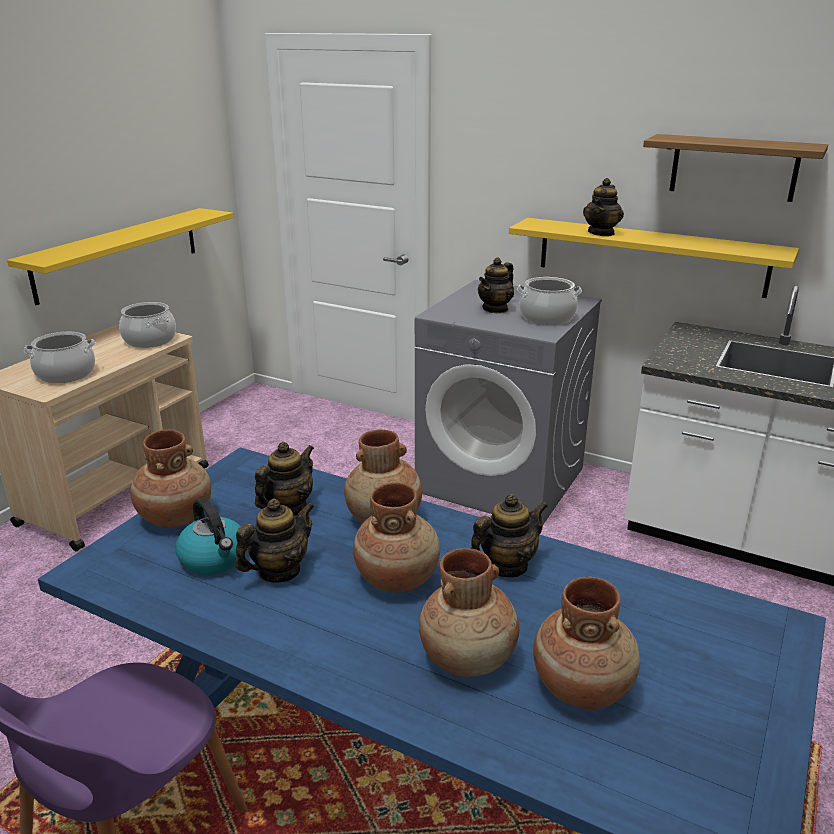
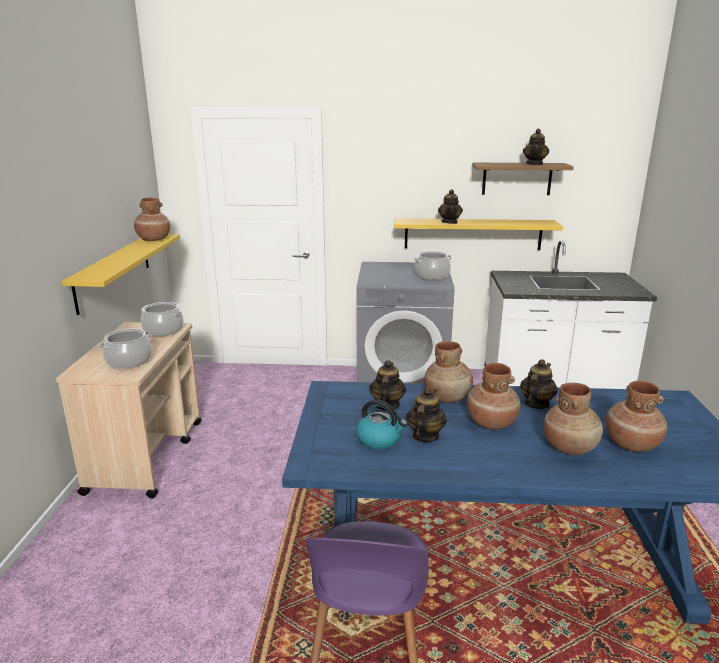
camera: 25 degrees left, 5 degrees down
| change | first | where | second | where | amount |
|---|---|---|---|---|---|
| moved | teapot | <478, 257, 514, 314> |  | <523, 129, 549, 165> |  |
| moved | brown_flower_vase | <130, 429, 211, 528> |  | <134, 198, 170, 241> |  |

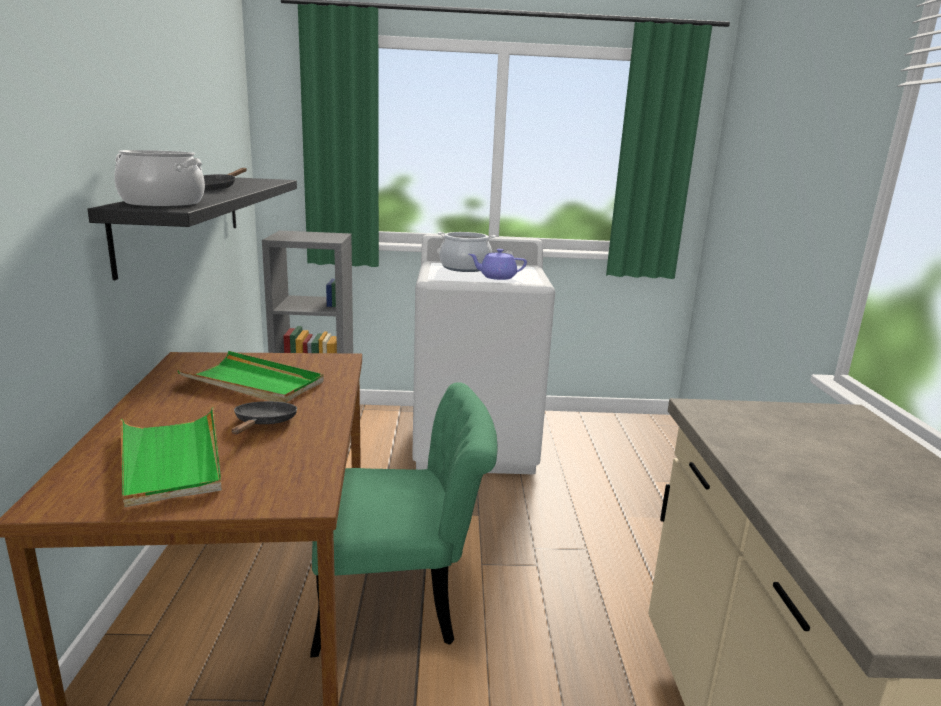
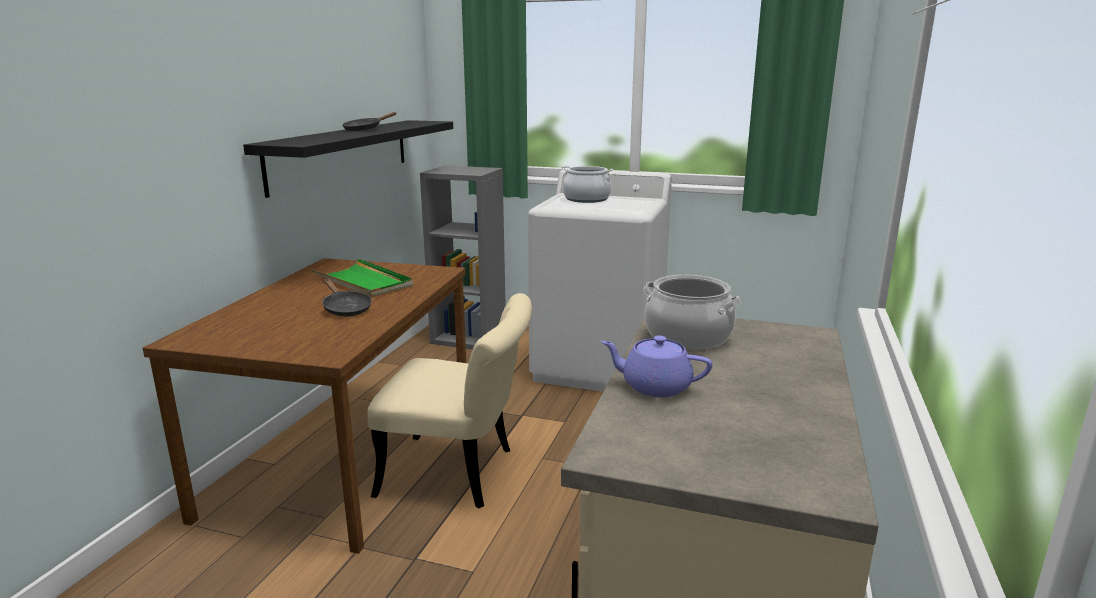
camera: 20 degrees right, 0 degrees up
| change | first | where | second | where | amount |
|---|---|---|---|---|---|
| moved | cooking_pot | <114, 150, 205, 207> |  | <644, 275, 741, 350> |  |
| moved | purple-coloured_teapot | <469, 249, 527, 280> |  | <601, 336, 712, 397> |  |
| recoloured | greenish_upright_chair | <310, 382, 498, 658> | sand-coloured_upright_chair | <367, 293, 532, 509> |  |
| turned | black-coloured_skillet | <232, 401, 297, 434> |  | <323, 279, 372, 316> | 120 degrees clockwise |
| removed | greenish_carrying_tray | <121, 407, 222, 507> |  |  |  |

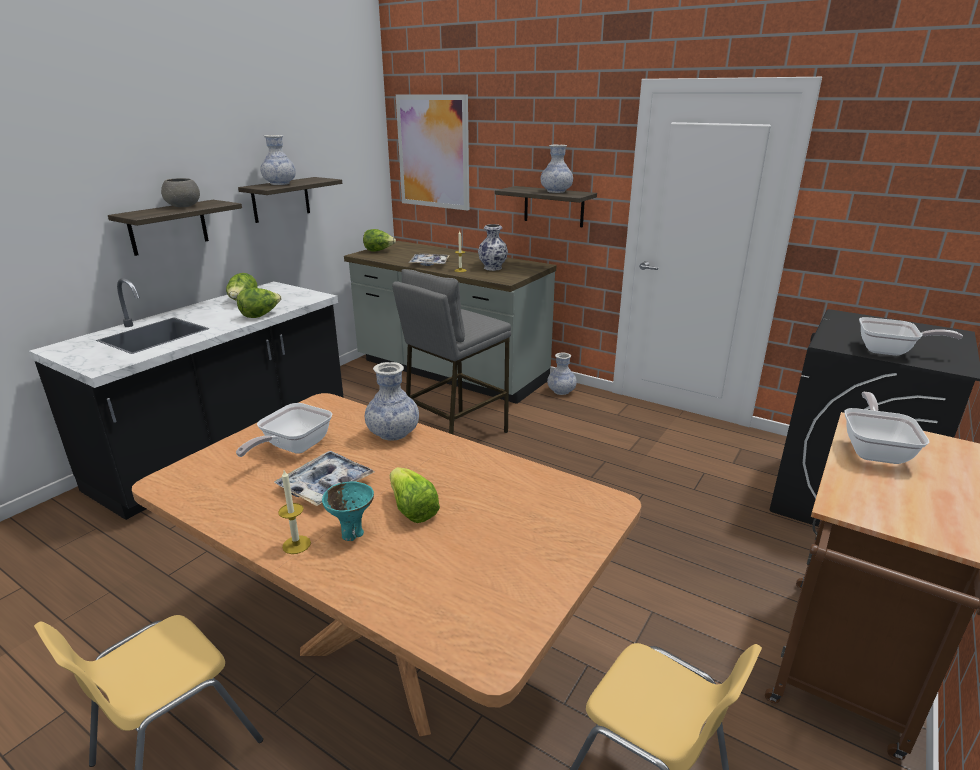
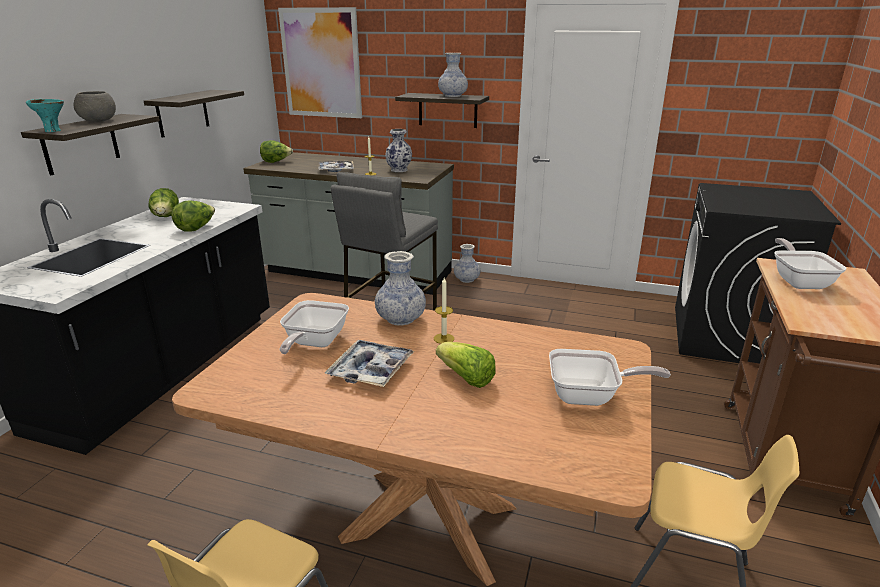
camera: 15 degrees left, 0 degrees up
| change | first | where | second | where | amount |
|---|---|---|---|---|---|
| removed | flower_vase | <260, 135, 296, 185> |  |  |  |
| moved | skillet | <859, 317, 963, 356> |  | <549, 349, 671, 406> |  |
| moved | wax_candle | <278, 470, 311, 554> |  | <434, 278, 454, 344> |  |
| moved | blue-green_deep_dish | <322, 481, 374, 541> |  | <26, 99, 64, 132> |  |

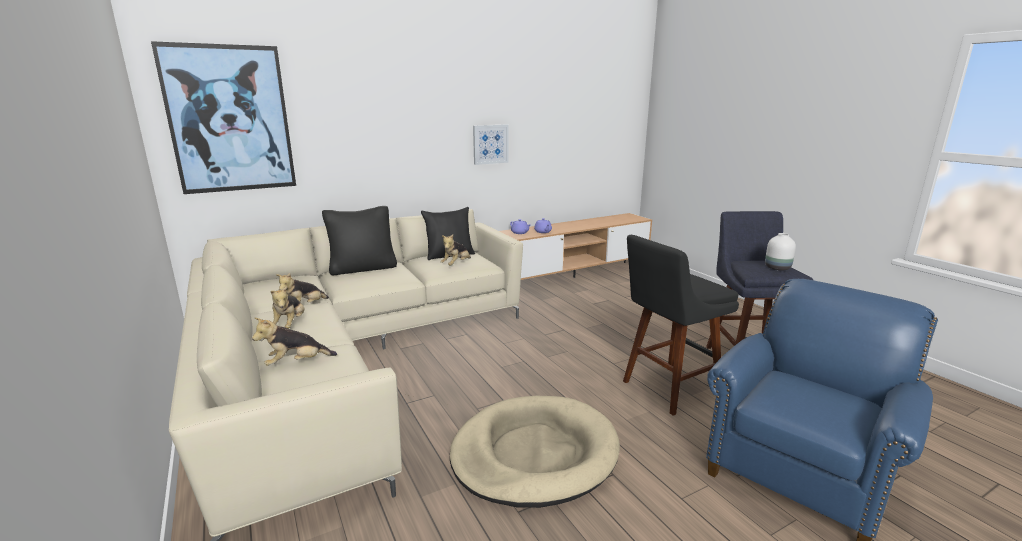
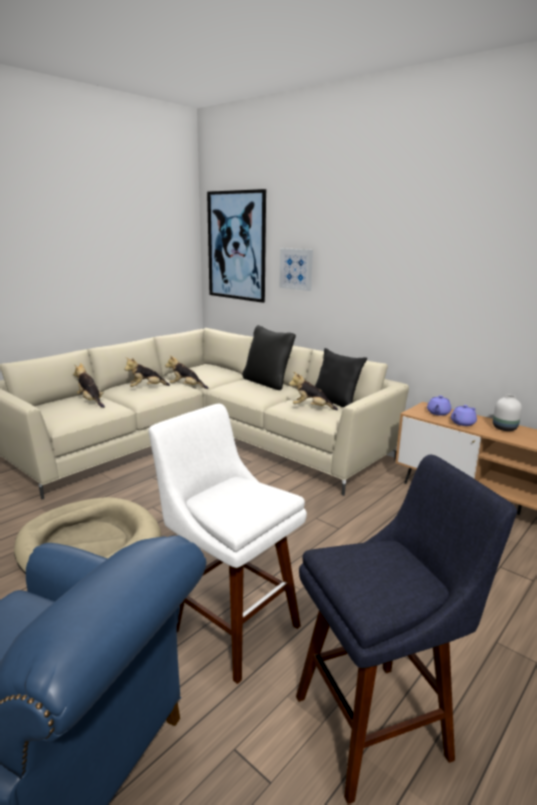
camera: 70 degrees right, 0 degrees up
| change | first | where | second | where | amount |
|---|---|---|---|---|---|
| moved | wall_art | <473, 125, 508, 165> |  | <279, 248, 313, 291> |  |
| moved | white-coloured_flower_vase | <765, 233, 796, 270> |  | <493, 395, 522, 431> |  |
| recoloured | black-coloured_sitting_stool | <623, 235, 739, 416> | white-coloured_sitting_stool | <149, 404, 307, 684> |  |

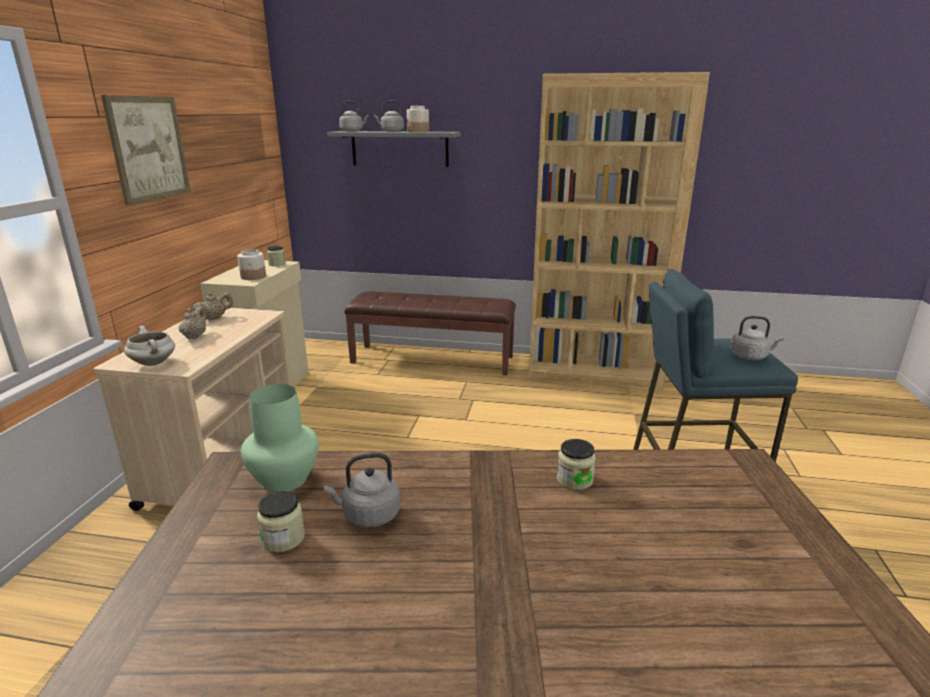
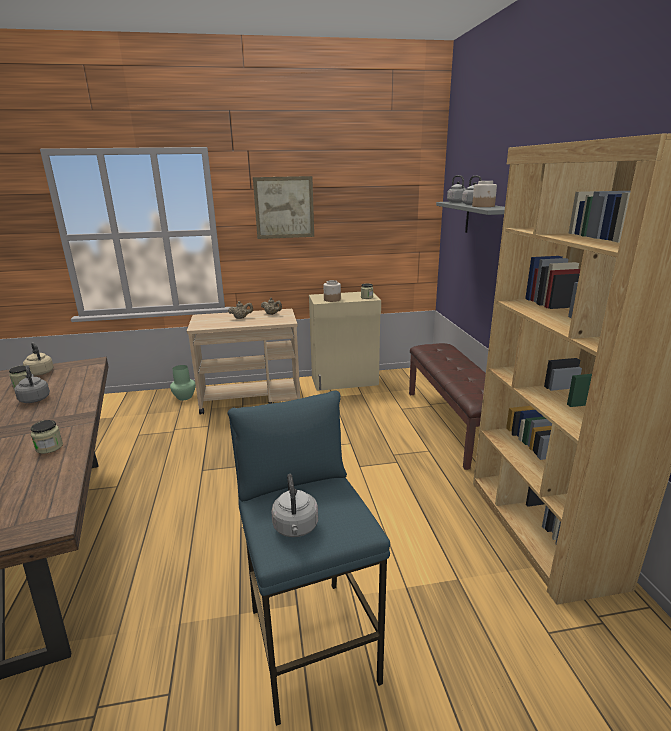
camera: 70 degrees right, 0 degrees up
| change | first | where | second | where | amount |
|---|---|---|---|---|---|
| removed | white-coloured_cooking_pot | <124, 326, 175, 366> |  |  |  |
| moved | greenish_flower_vase | <241, 384, 319, 492> |  | <170, 365, 196, 400> |  |
| added |  |  | sand-coloured_tea_kettle | <23, 343, 54, 376> |  |

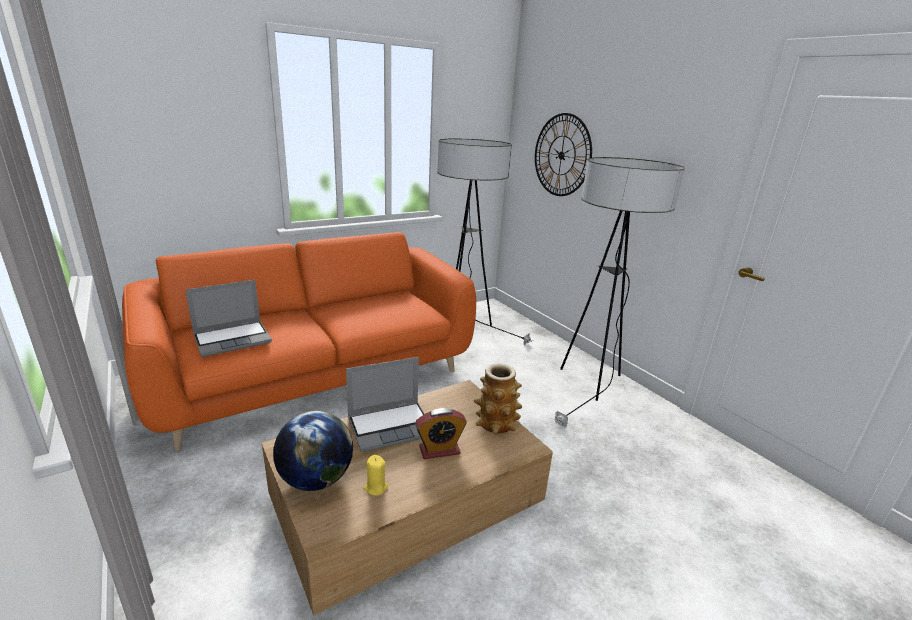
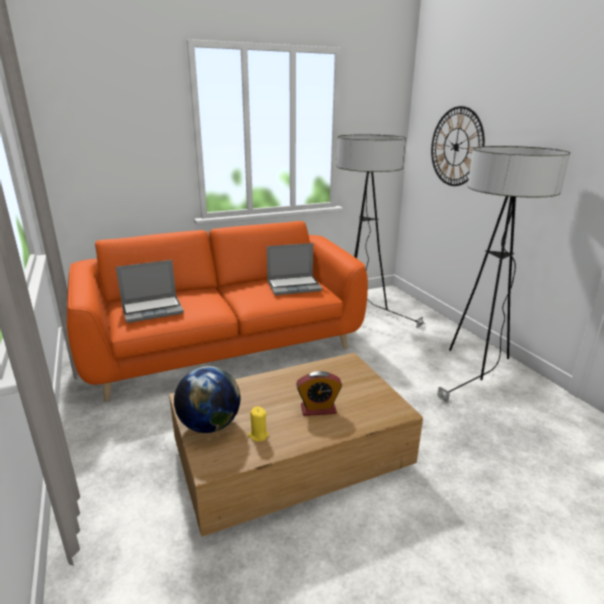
camera: 10 degrees right, 0 degrees up
| change | first | where | second | where | amount |
|---|---|---|---|---|---|
| moved | notebook_computer | <346, 357, 425, 452> |  | <267, 243, 322, 295> |  |
| removed | flower_vase | <474, 364, 522, 435> |  |  |  |

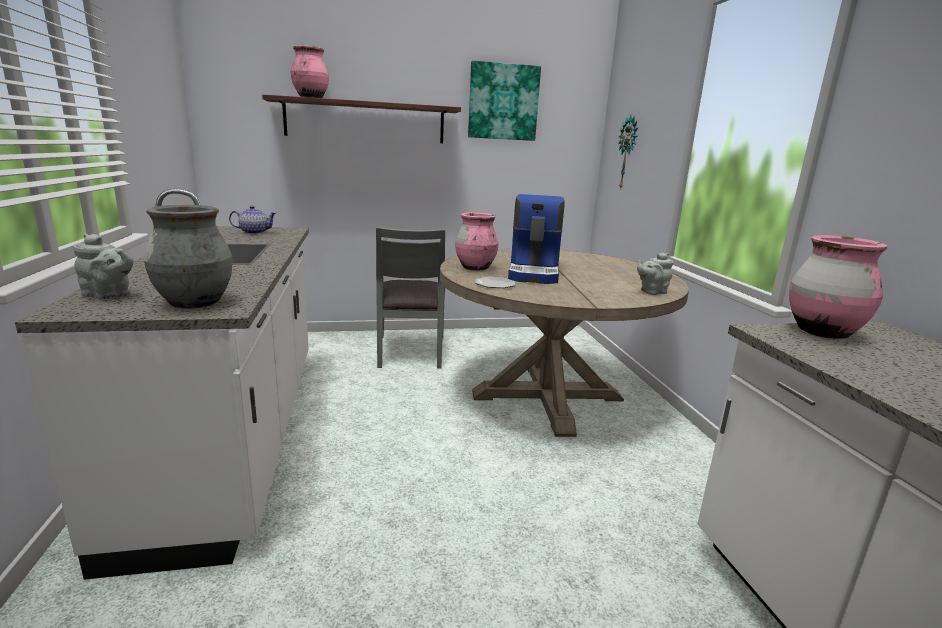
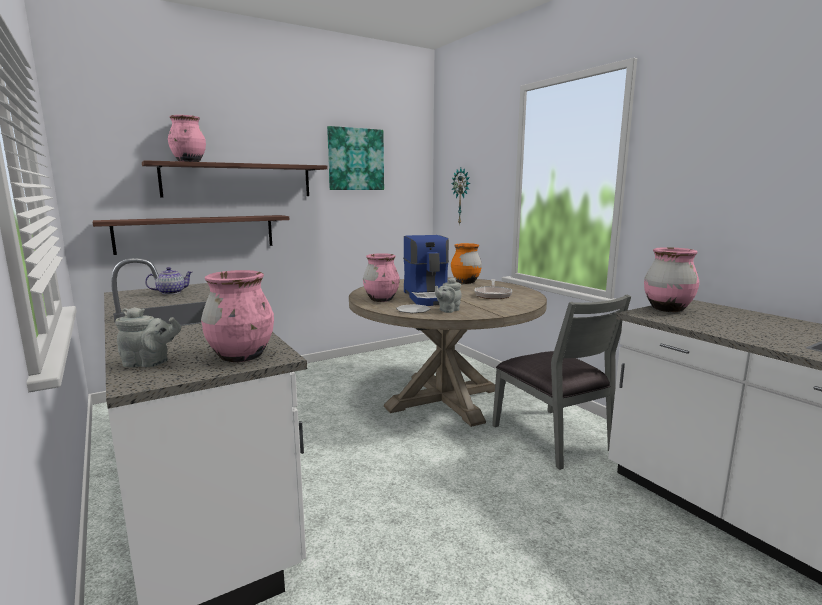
camera: 20 degrees left, 5 degrees down
| change | first | where | second | where | amount |
|---|---|---|---|---|---|
| recoloured | gray_flower_vase | <144, 205, 233, 309> | pinkish_flower_vase | <201, 270, 274, 362> |  |
| moved | gray_upright_chair | <376, 226, 445, 368> |  | <492, 295, 631, 470> |  |
| moved | gray_teapot | <637, 253, 674, 295> |  | <435, 278, 462, 313> |  |
| added |  |  | shelf | <92, 215, 289, 255> |  |
| added |  |  | orange-coloured_flower_vase | <451, 243, 482, 284> |  |
| added |  |  | skillet | <475, 279, 512, 299> |  |

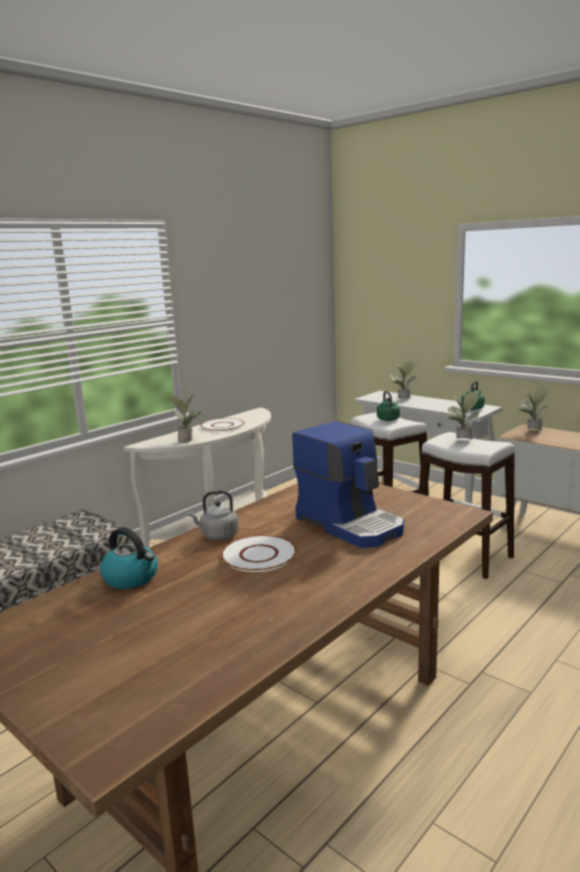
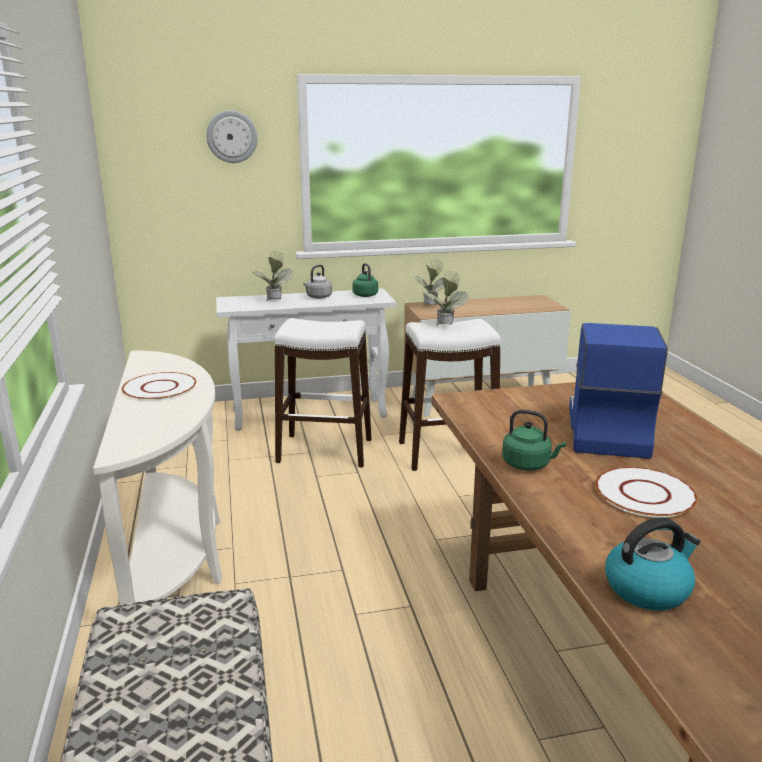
camera: 55 degrees left, 5 degrees up
| change | first | where | second | where | amount |
|---|---|---|---|---|---|
| moved | greenish_tea_kettle | <377, 391, 400, 421> |  | <502, 409, 566, 471> |  |
| removed | houseplant | <170, 395, 201, 443> |  |  |  |
| turned | coffee_machine | <292, 421, 404, 548> |  | <569, 323, 668, 459> | 75 degrees counterclockwise |
| moved | gray_tea_kettle | <189, 491, 239, 540> |  | <303, 265, 332, 299> |  |
| added |  |  | clock_on_the_wall | <206, 110, 258, 163> |  |

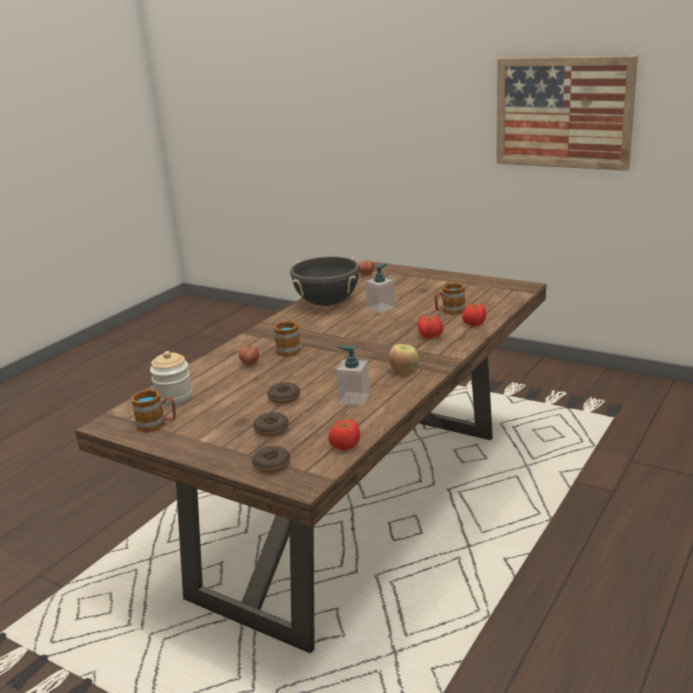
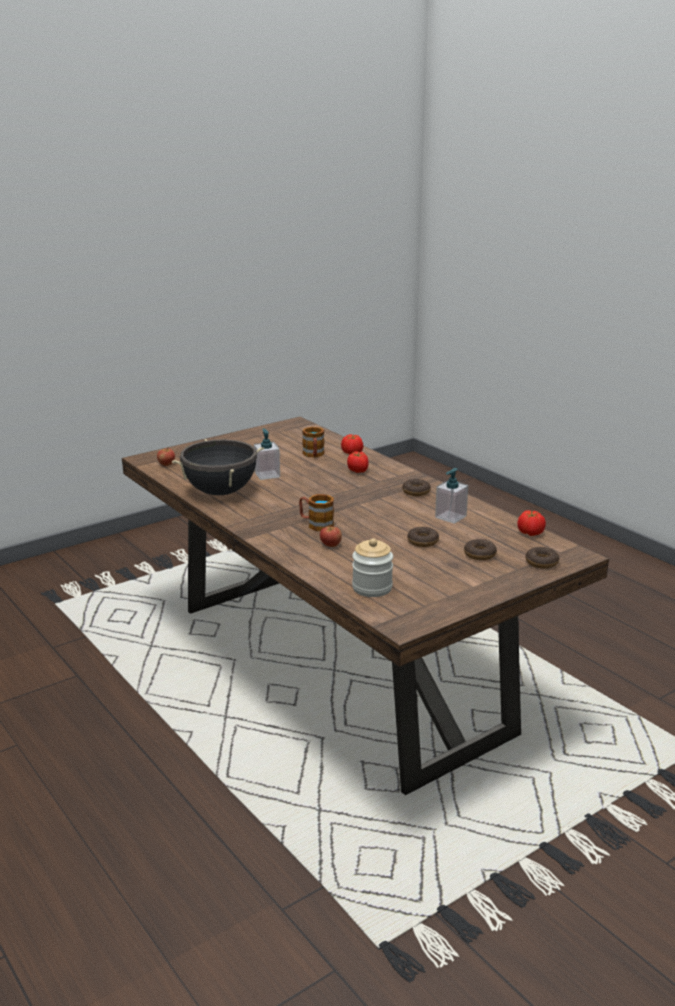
camera: 70 degrees left, 0 degrees up
| change | first | where | second | where | amount |
|---|---|---|---|---|---|
| removed | wall_art | <496, 56, 638, 171> |  |  |  |
| replaced | whole_apple | <389, 344, 419, 374> | ring_doughnut | <402, 479, 431, 496> |  |
| removed | mug | <131, 389, 176, 433> |  |  |  |

